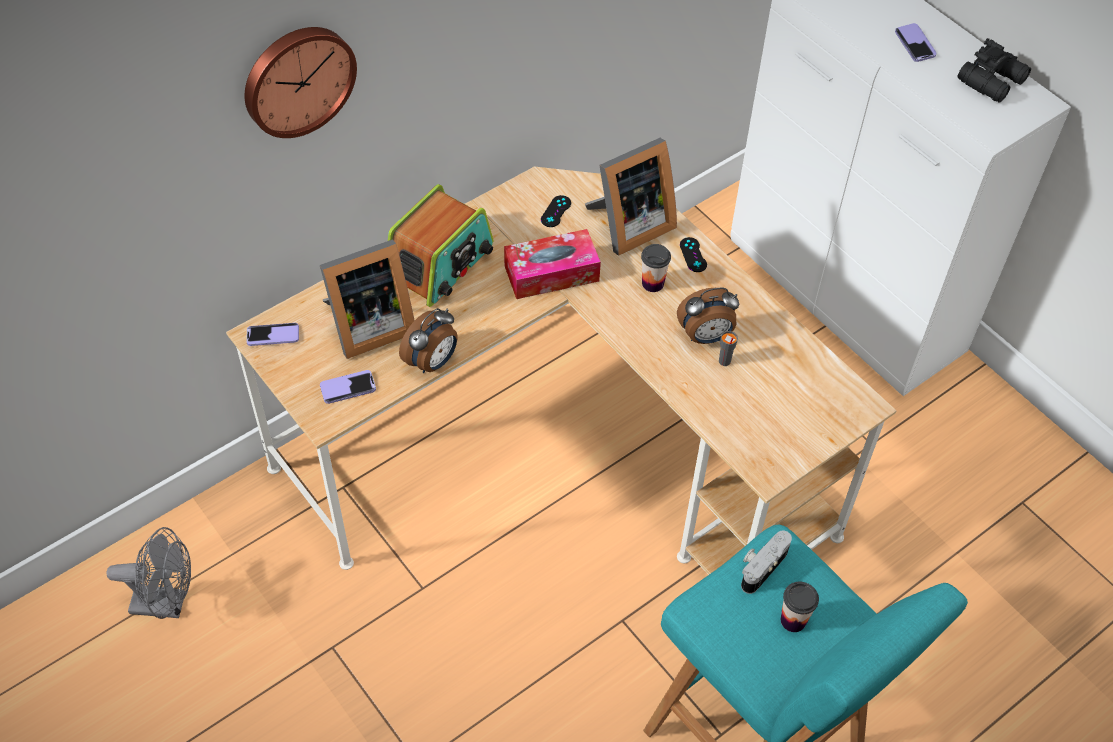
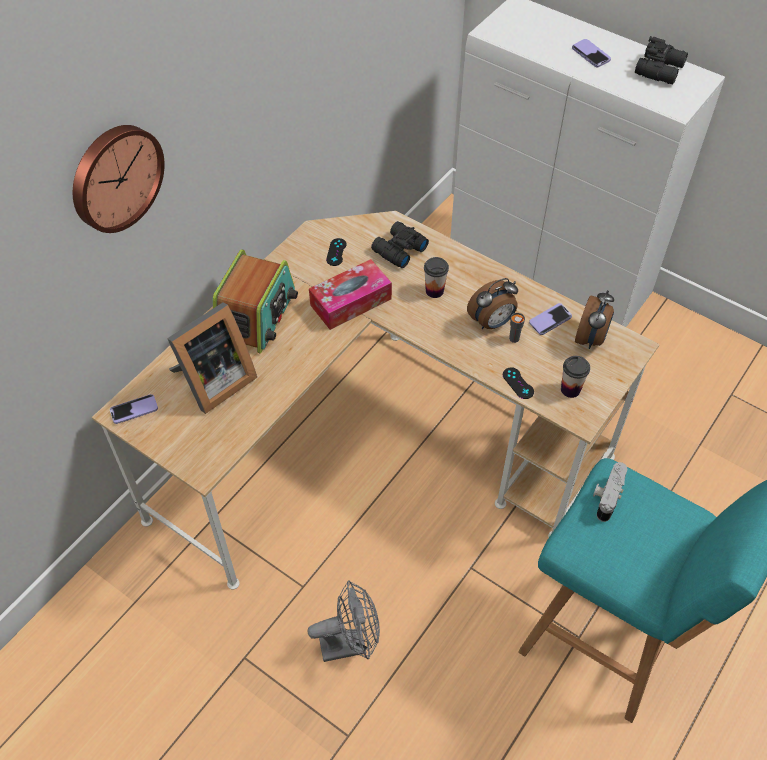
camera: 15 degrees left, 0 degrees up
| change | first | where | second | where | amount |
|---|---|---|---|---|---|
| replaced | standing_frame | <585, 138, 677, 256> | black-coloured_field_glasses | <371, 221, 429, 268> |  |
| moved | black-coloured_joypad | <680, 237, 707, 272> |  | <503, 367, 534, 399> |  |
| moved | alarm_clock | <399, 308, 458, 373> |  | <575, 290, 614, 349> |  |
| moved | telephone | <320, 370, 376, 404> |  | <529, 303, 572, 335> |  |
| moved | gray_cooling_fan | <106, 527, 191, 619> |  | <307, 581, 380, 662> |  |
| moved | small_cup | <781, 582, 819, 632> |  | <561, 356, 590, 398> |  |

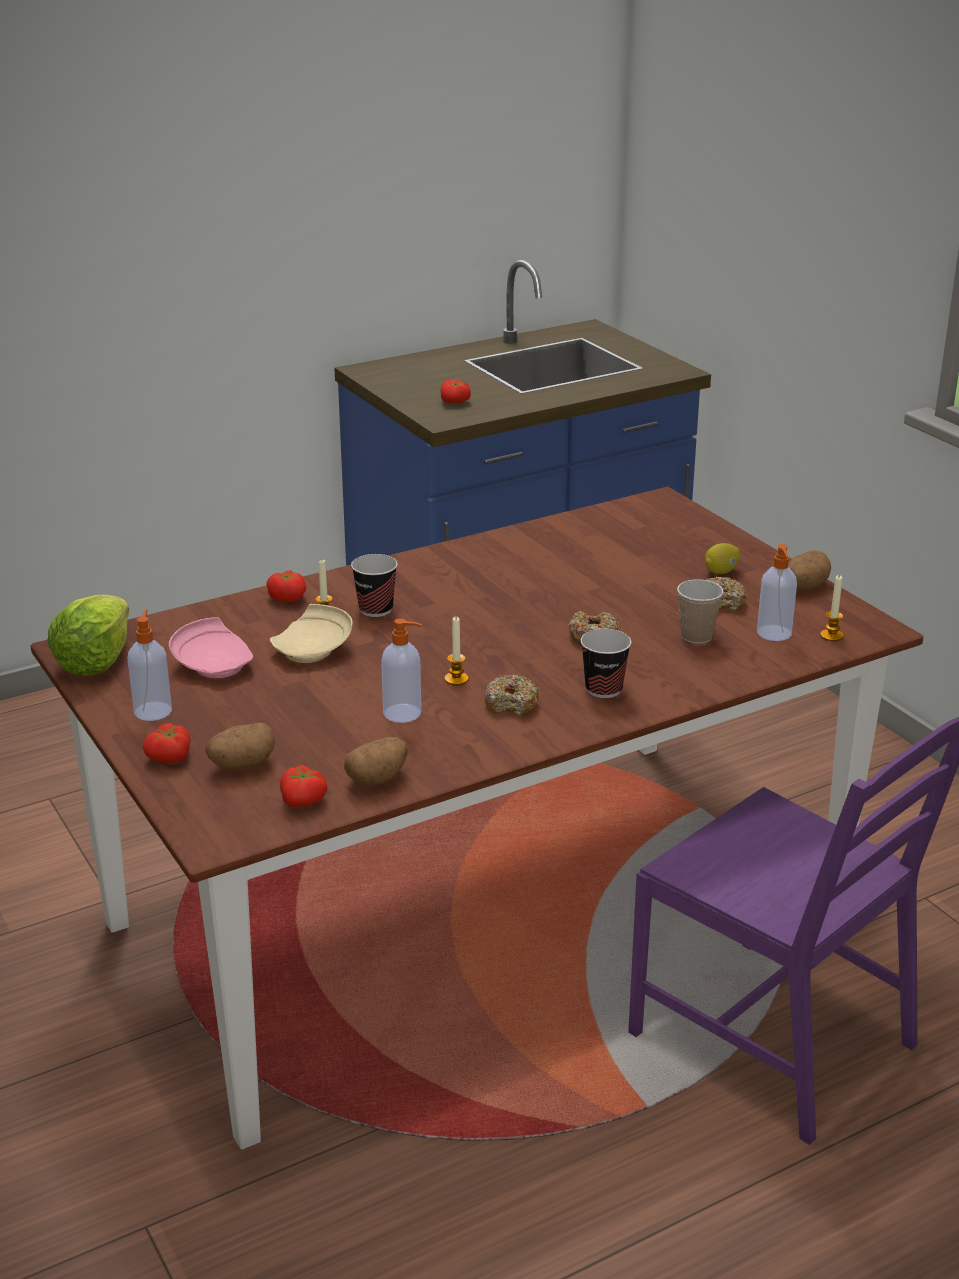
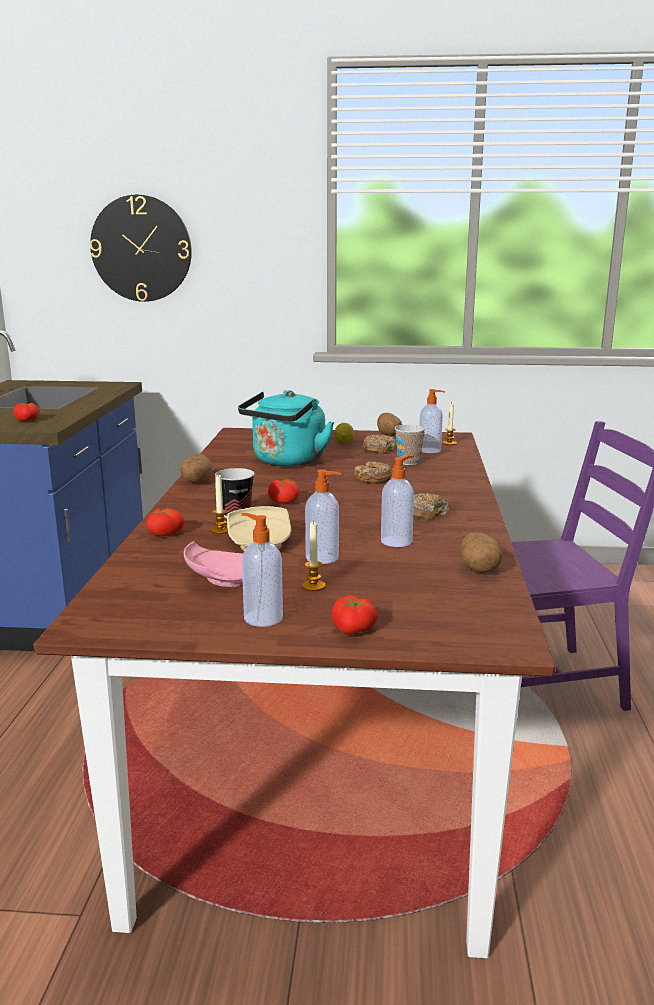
camera: 55 degrees left, 10 degrees down
| change | first | where | second | where | amount |
|---|---|---|---|---|---|
| removed | lettuce | <48, 594, 129, 676> |  |  |  |
| moved | wax_candle | <444, 617, 469, 686> |  | <302, 521, 326, 591> |  |
| removed | small_cup | <581, 629, 631, 698> |  |  |  |
| moved | whole_potato | <205, 723, 275, 770> |  | <180, 454, 213, 484> |  |
| moved | fresh_tomato | <280, 765, 328, 807> |  | <268, 479, 300, 503> |  |
| added |  |  | clock_on_the_wall | <90, 195, 192, 302> |  |
| added |  |  | blue-green_tea_kettle | <238, 390, 334, 466> |  |
| added |  |  | soap_dispenser | <305, 469, 341, 564> |  |

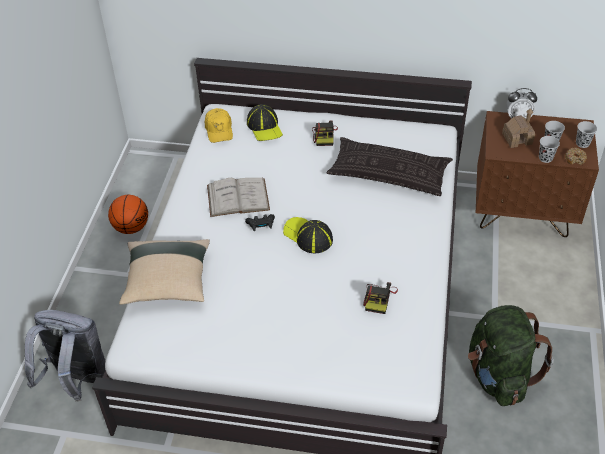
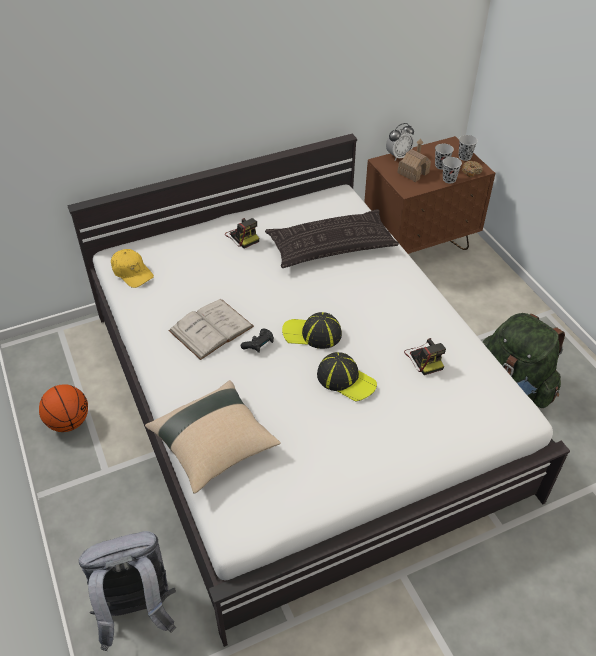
camera: 35 degrees left, 0 degrees up
| change | first | where | second | where | amount |
|---|---|---|---|---|---|
| moved | baseball_cap | <247, 104, 283, 141> |  | <317, 352, 377, 402> |  |

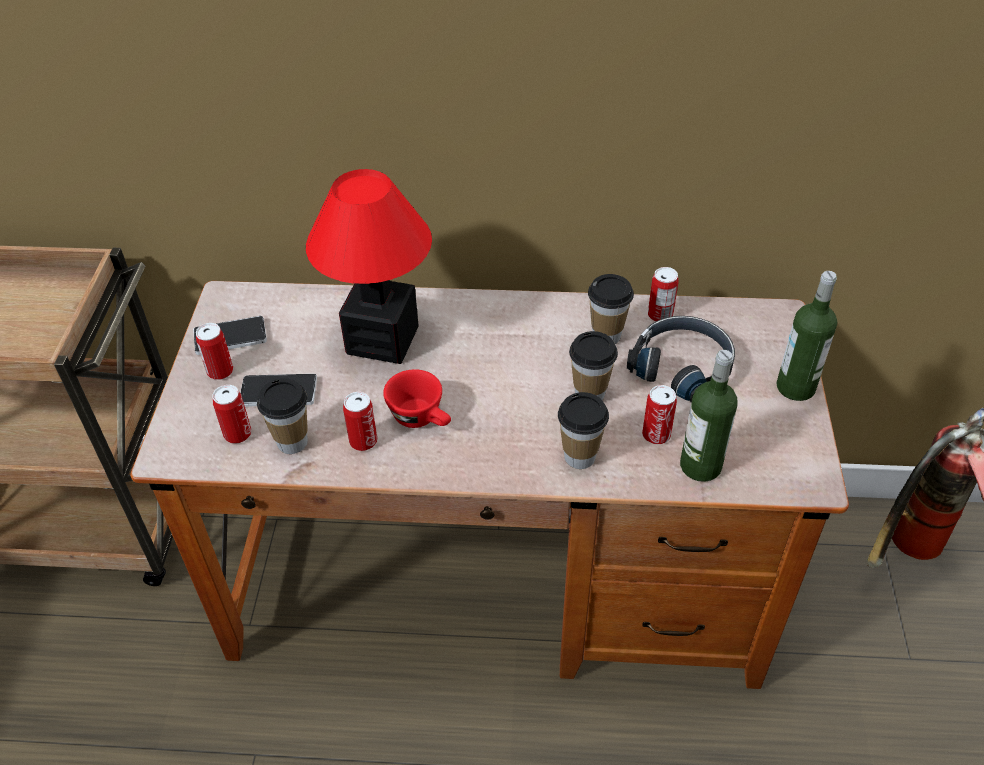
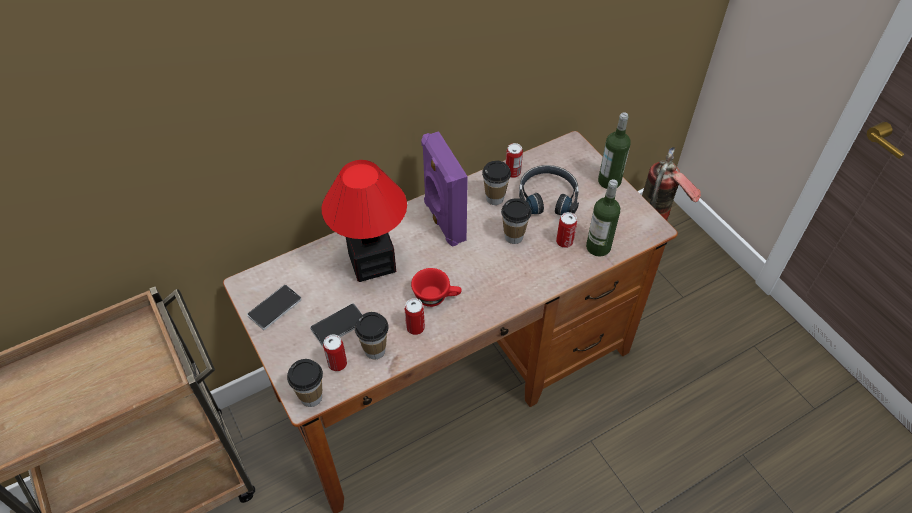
camera: 35 degrees left, 5 degrees up
| change | first | where | second | where | amount |
|---|---|---|---|---|---|
| removed | metal_can | <196, 323, 233, 380> |  |  |  |
| moved | small_cup | <558, 392, 609, 469> |  | <287, 359, 323, 407> |  |
| added |  |  | purple-coloured_loudspeaker | <421, 131, 468, 247> |  |

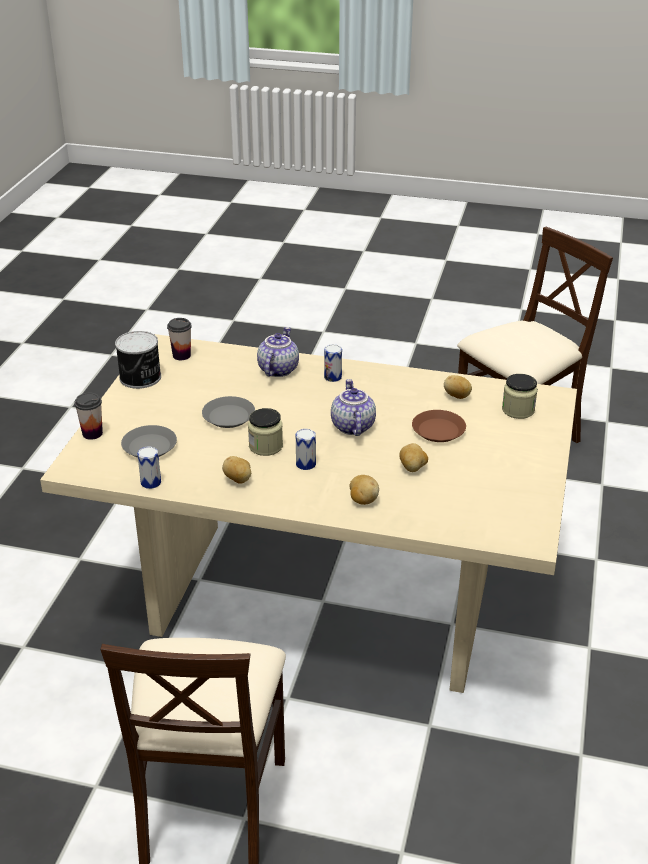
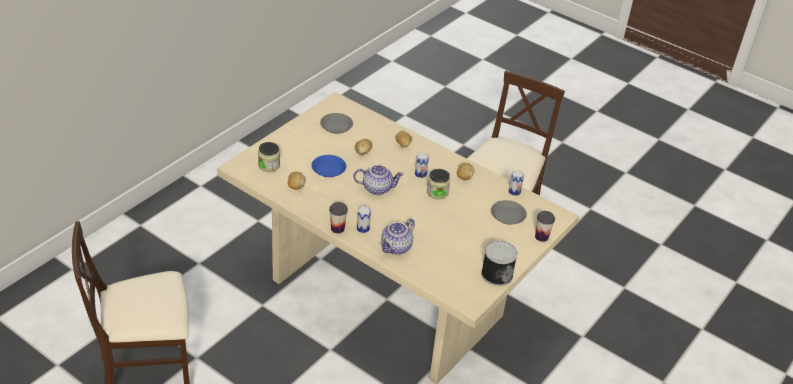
camera: 160 degrees left, 5 degrees up
| change | first | where | second | where | amount |
|---|---|---|---|---|---|
| moved | small_cup | <167, 318, 192, 360> |  | <329, 202, 348, 233> |  |
| turned | teapot | <331, 379, 376, 436> |  | <353, 165, 404, 195> | 105 degrees counterclockwise |
| moved | gray_plate | <202, 396, 255, 428> |  | <320, 113, 353, 134> |  |
| recoloured | brown_plate | <412, 410, 466, 442> | blue_plate | <312, 155, 346, 177> |  |

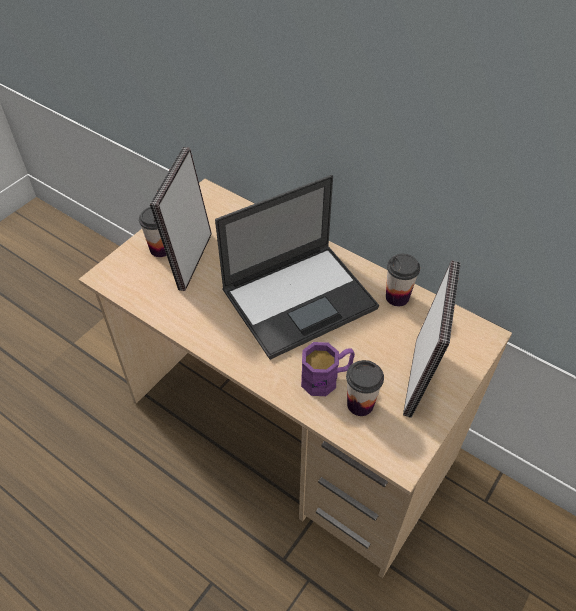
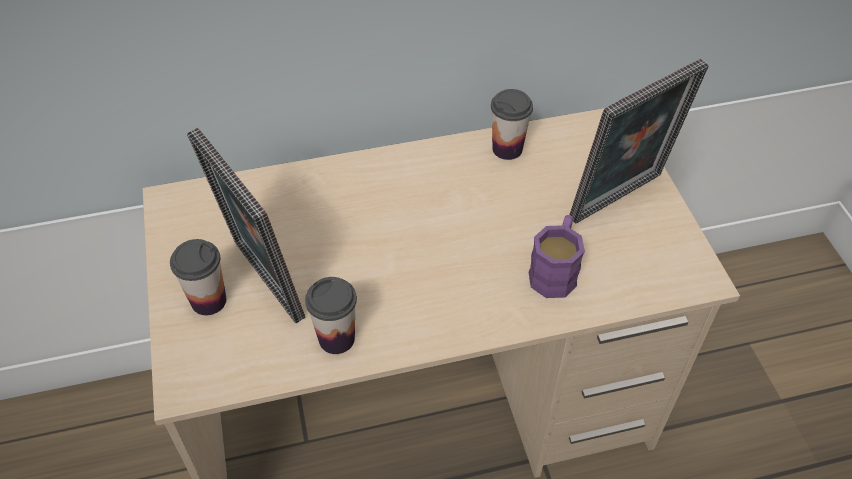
camera: 50 degrees left, 0 degrees up
| change | first | where | second | where | amount |
|---|---|---|---|---|---|
| removed | notebook_computer | <215, 175, 379, 360> |  |  |  |
| turned | standing_frame | <403, 260, 460, 418> |  | <570, 59, 709, 224> | 90 degrees clockwise |
| moved | small_cup | <346, 360, 384, 416> |  | <305, 277, 357, 354> |  |

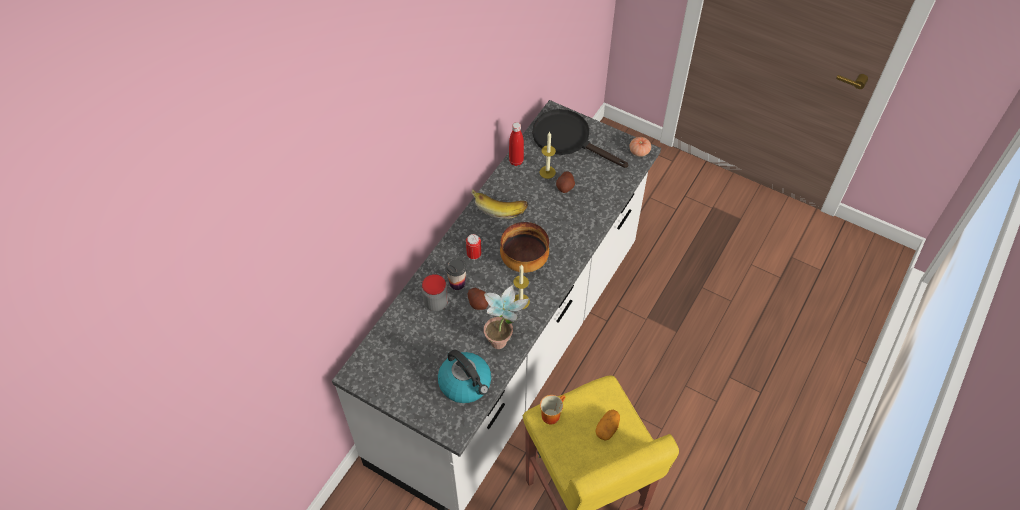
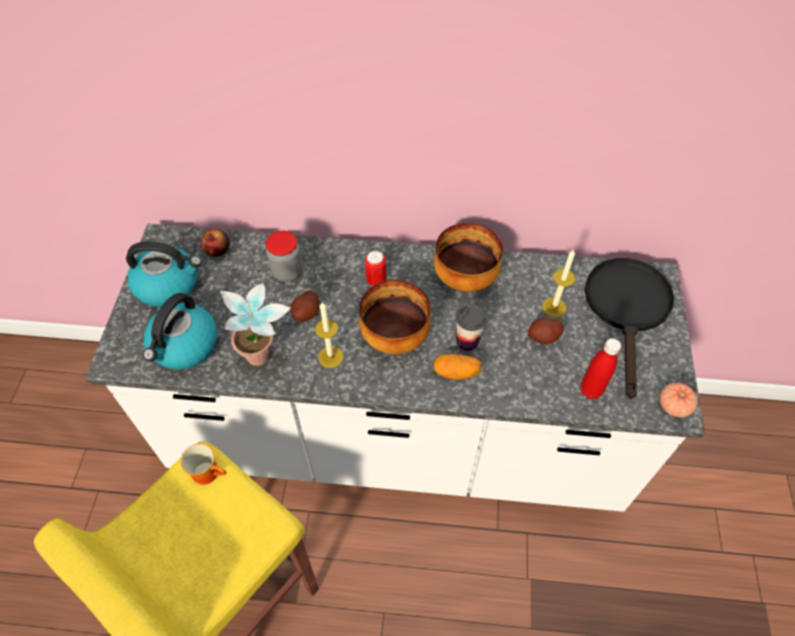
camera: 65 degrees right, 0 degrees up
| change | first | where | second | where | amount |
|---|---|---|---|---|---|
| moved | red_drink_bottle | <509, 122, 524, 166> |  | <580, 338, 621, 399> |  |
| replaced | whole_banana | <471, 190, 528, 218> | deep_dish | <434, 223, 503, 291> |  |
| moved | small_cup | <445, 258, 467, 290> |  | <456, 304, 487, 350> |  |
| moved | whole_potato | <595, 410, 620, 441> |  | <433, 354, 481, 380> |  |
| added |  |  | whole_apple | <201, 229, 230, 256> |  |
| added |  |  | tea_kettle | <126, 241, 202, 307> |  |

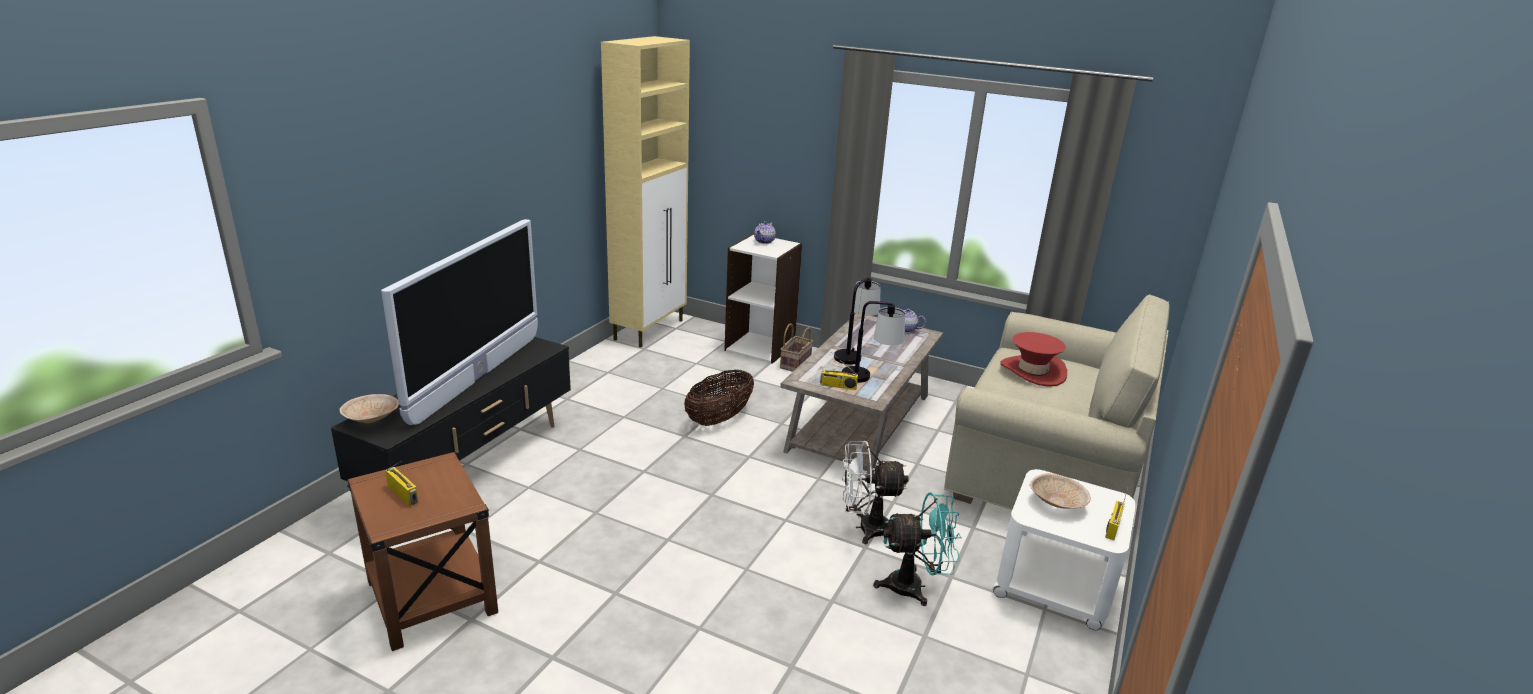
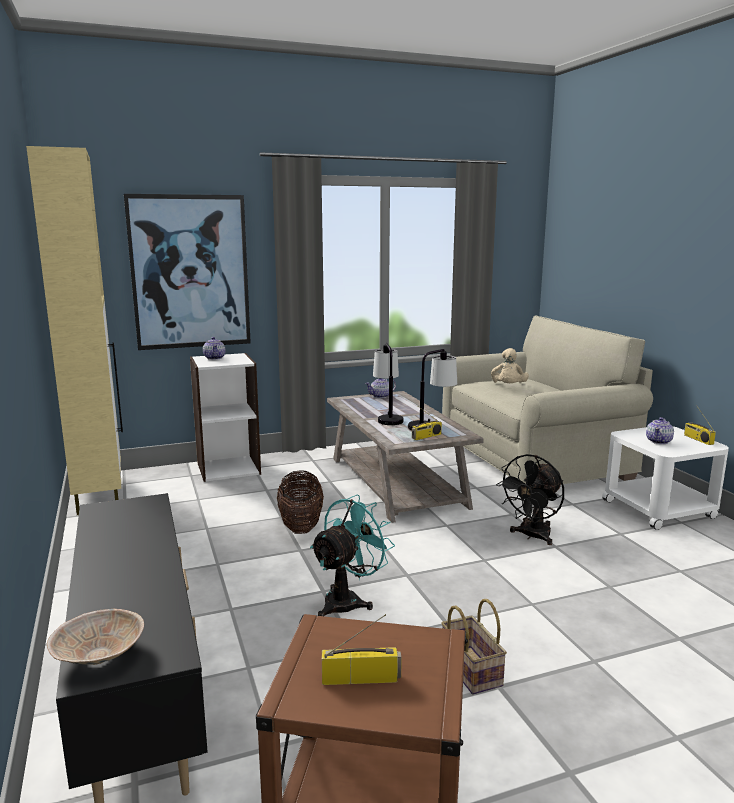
camera: 45 degrees left, 10 degrees down
| change | first | where | second | where | amount |
|---|---|---|---|---|---|
| removed | TV | <381, 219, 538, 425> |  |  |  |
| moved | household_basket | <780, 323, 813, 372> |  | <441, 599, 507, 695> |  |
| replaced | red_clothing_hat | <1000, 332, 1067, 387> | sand-coloured_plush_toy | <491, 348, 529, 383> |  |
| recoloured | white-coloured_cooling_fan | <842, 441, 909, 544> | black-coloured_cooling_fan | <496, 454, 564, 545> |  |
| replaced | sand-coloured_deep_dish | <1030, 473, 1091, 509> | teapot | <646, 417, 674, 444> |  |
| moved | blue-green_cooling_fan | <873, 492, 962, 606> |  | <310, 494, 395, 616> |  |
| added |  |  | wall_art | <124, 194, 251, 350> |  |

